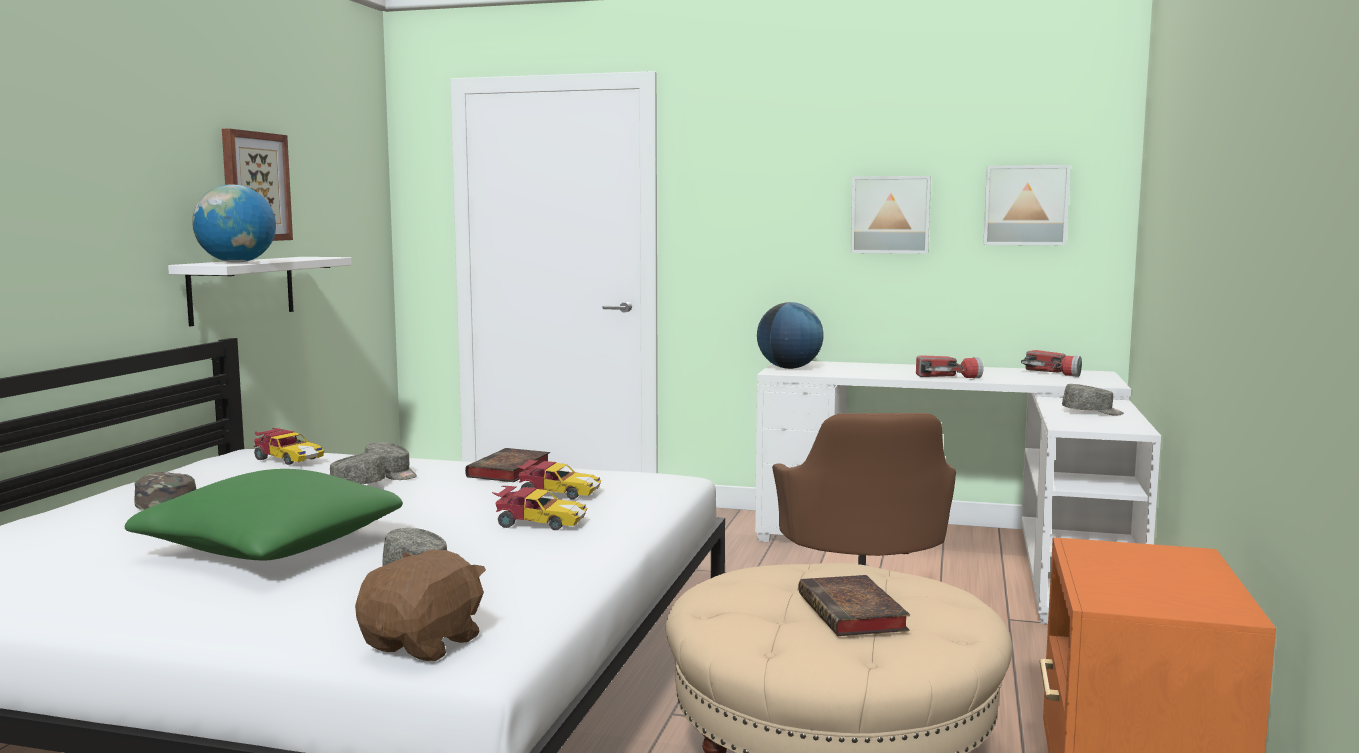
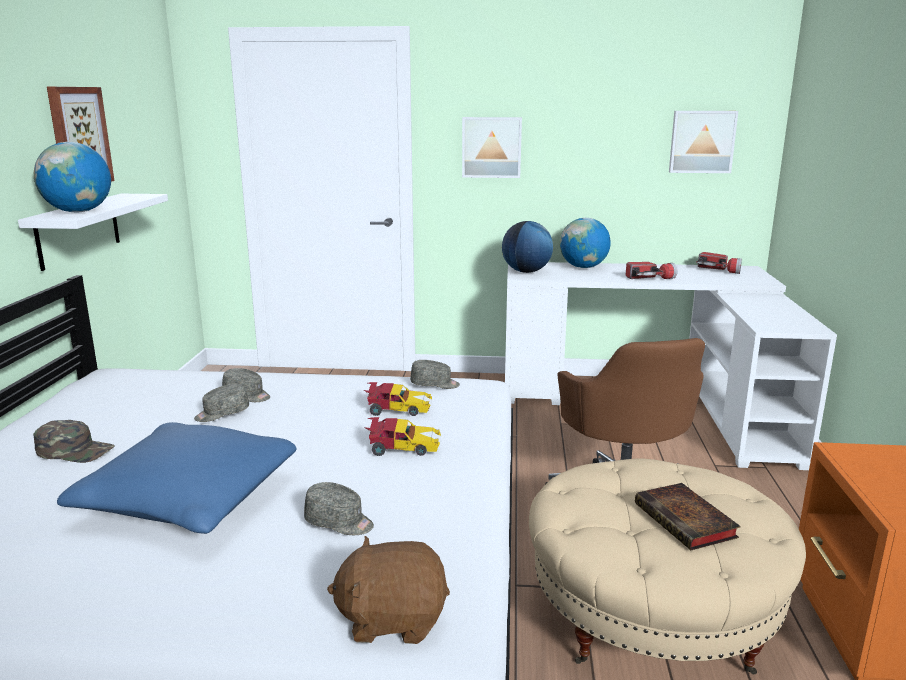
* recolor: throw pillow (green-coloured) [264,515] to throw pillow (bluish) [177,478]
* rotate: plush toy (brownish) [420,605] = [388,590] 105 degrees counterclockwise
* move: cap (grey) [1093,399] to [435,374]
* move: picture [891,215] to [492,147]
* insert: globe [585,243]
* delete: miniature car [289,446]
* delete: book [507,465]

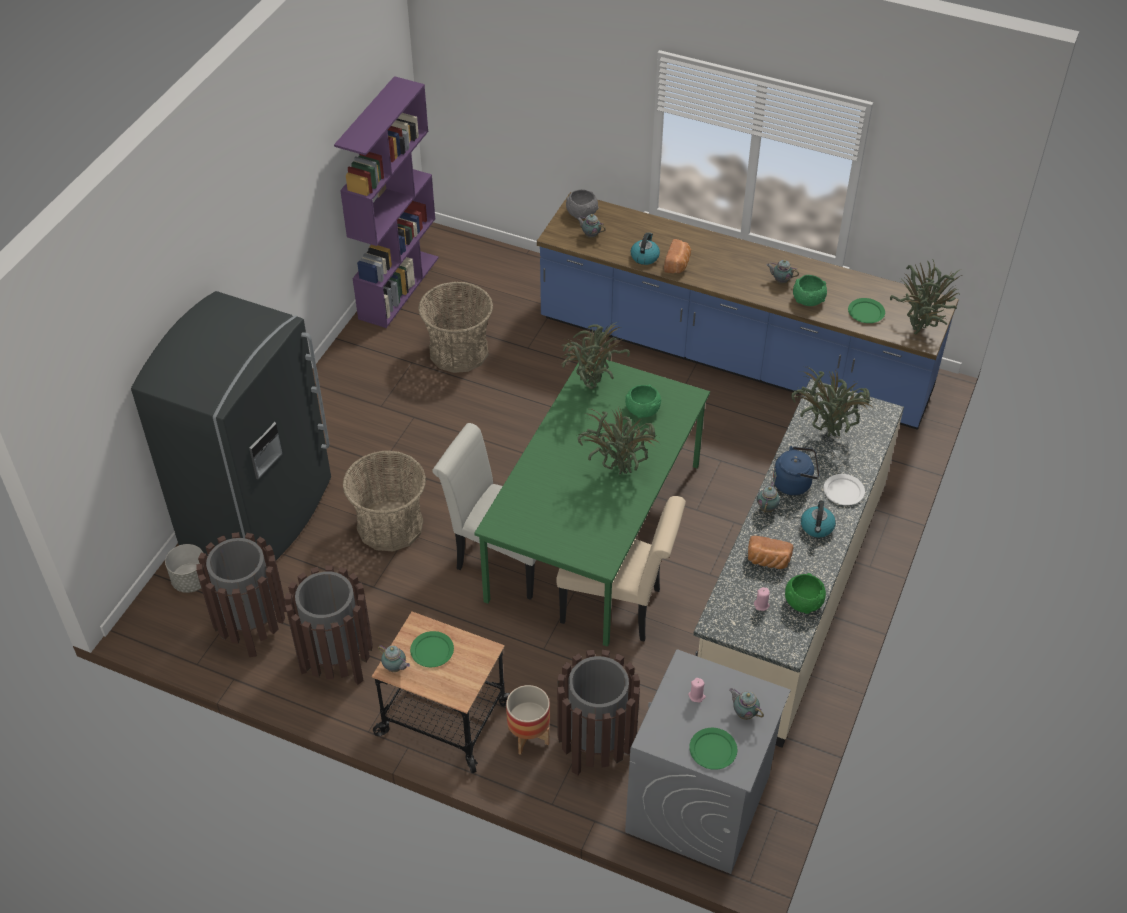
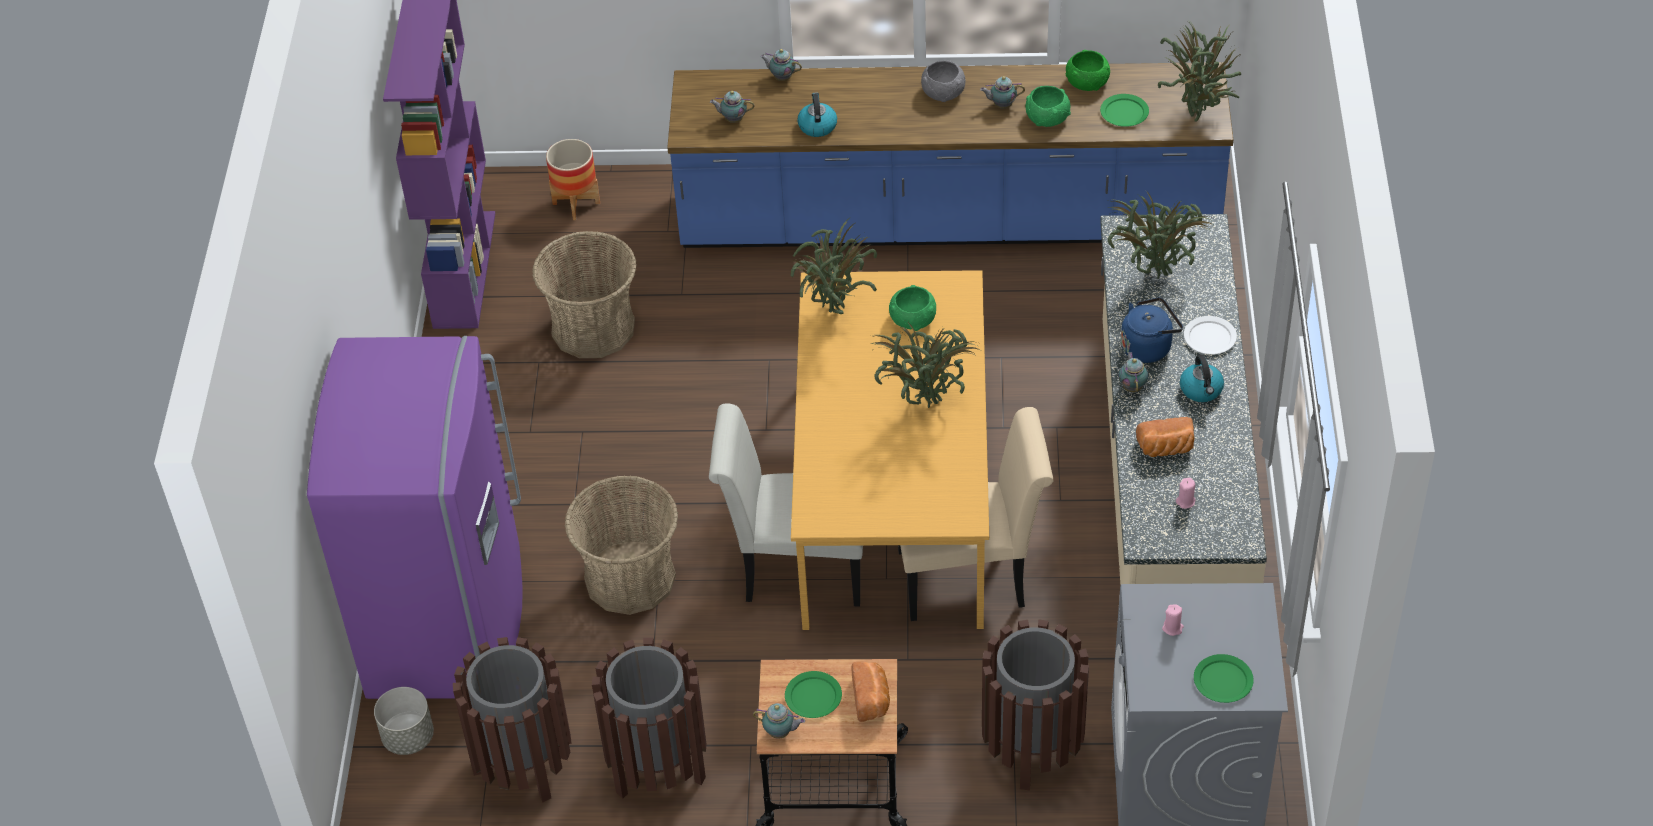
* recolor: refrigerator (grey) [231,425] to refrigerator (purple-coloured) [414,517]
* move: flower pot [528,720] to [573,179]
* move: teapot [746,704] to [781,65]
* recolor: dining table (green-coloured) [592,500] to dining table (orange-coloured) [890,450]
* move: bread [677,256] to [871,692]
* move: bowl (grey) [582,204] to [943,81]
* move: bowl (green-coloured) [805,593] to [1088,70]

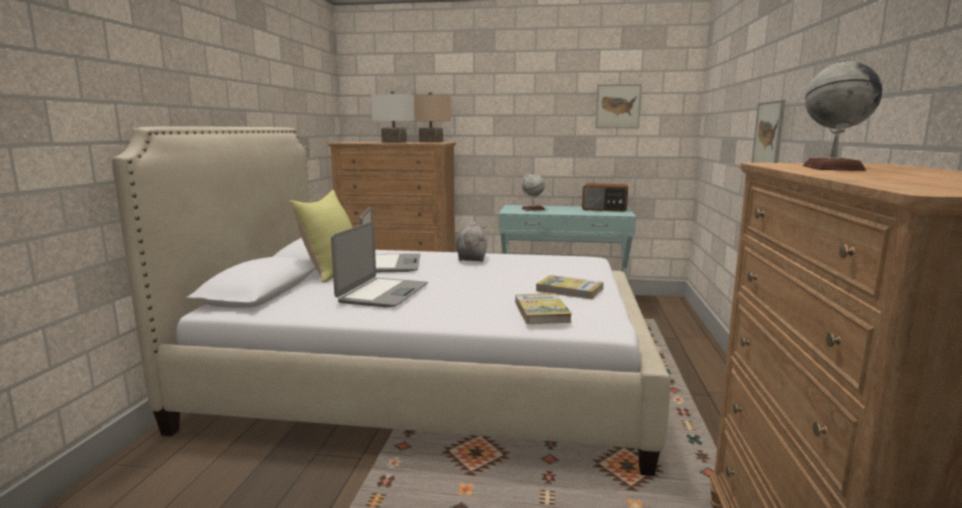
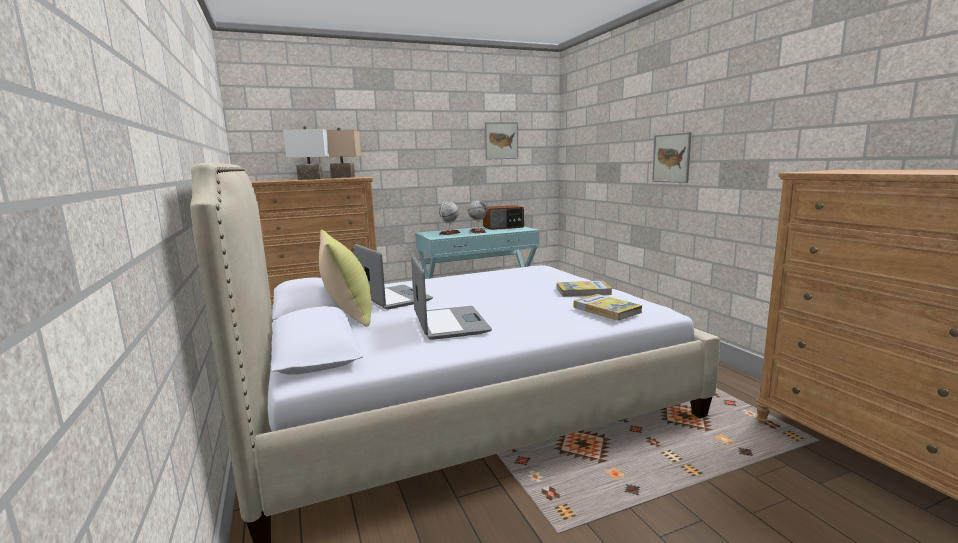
* move: globe [843,115] to [477,216]
* delete: plush toy (grey) [471,242]

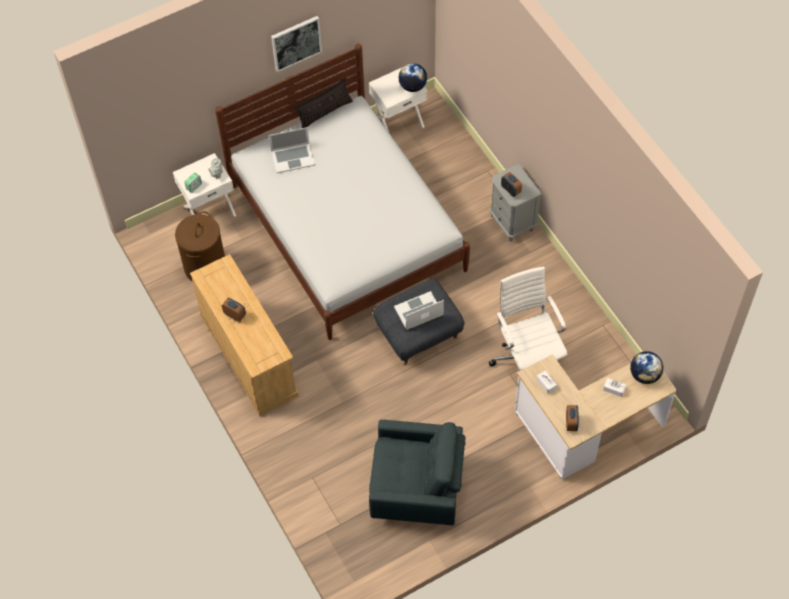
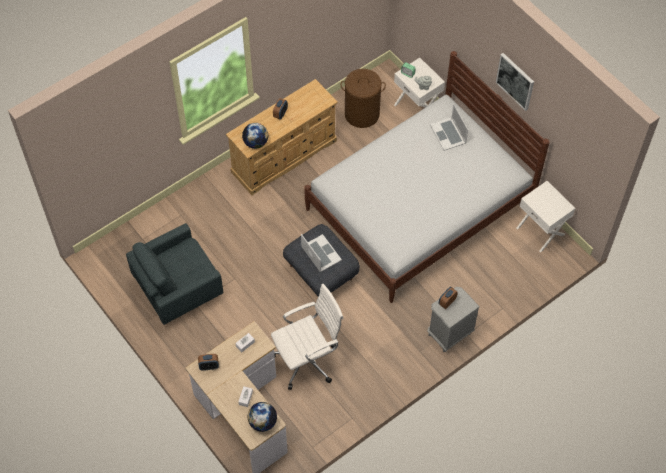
* rotate: lounge chair (grey) [417,472] = [174,274] 60 degrees clockwise
* move: globe [413,77] to [255,136]
* delete: throw pillow [323,102]

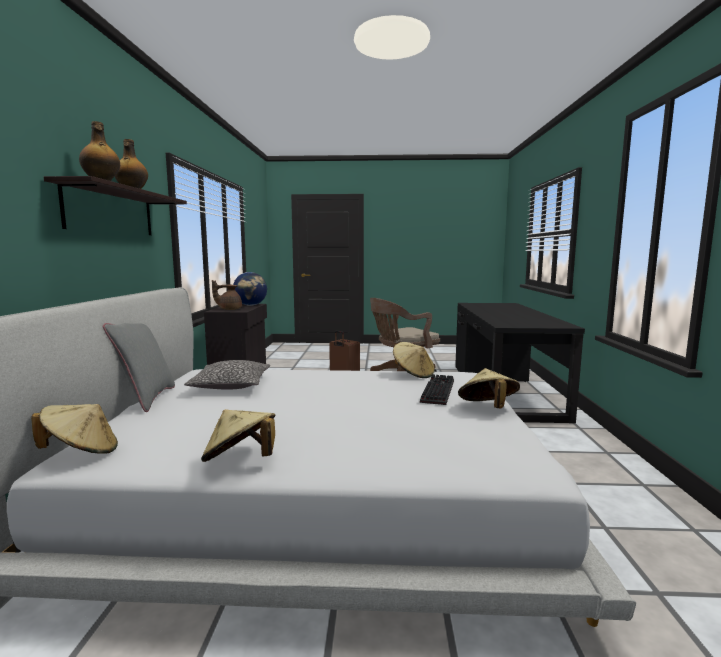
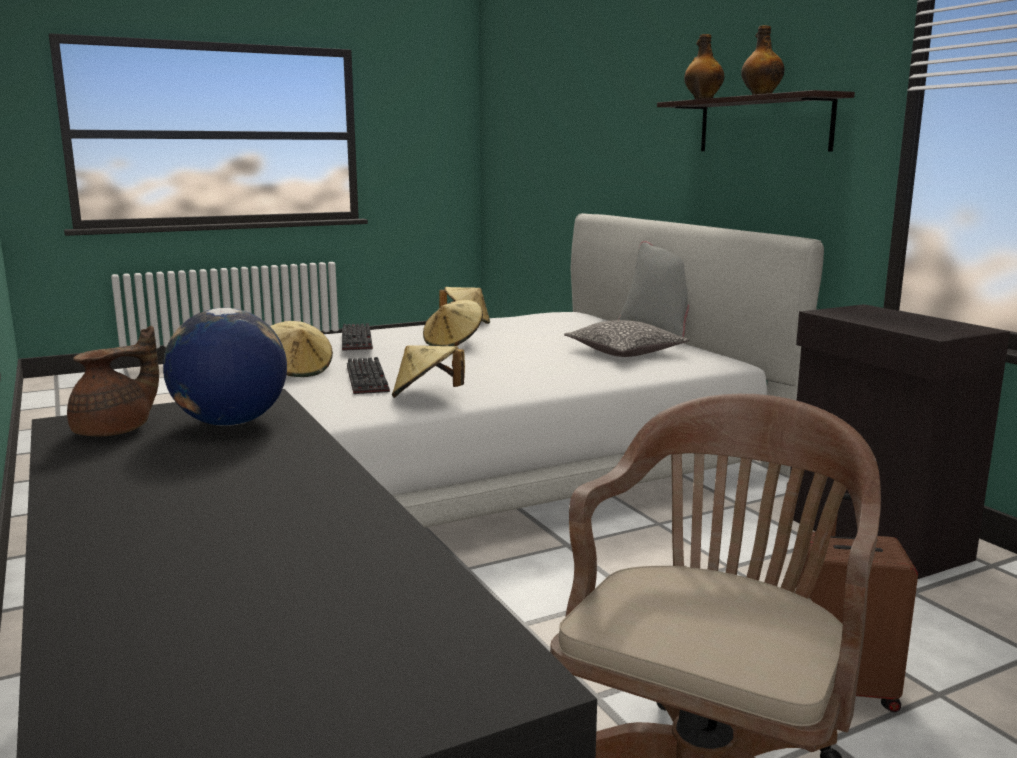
* move: teapot (brownish) [227,295] to [113,381]
* move: globe [250,289] to [225,367]
* insert: PC keyboard [357,337]
* move: clothing hat (sand-coloured) [74,429] to [453,323]

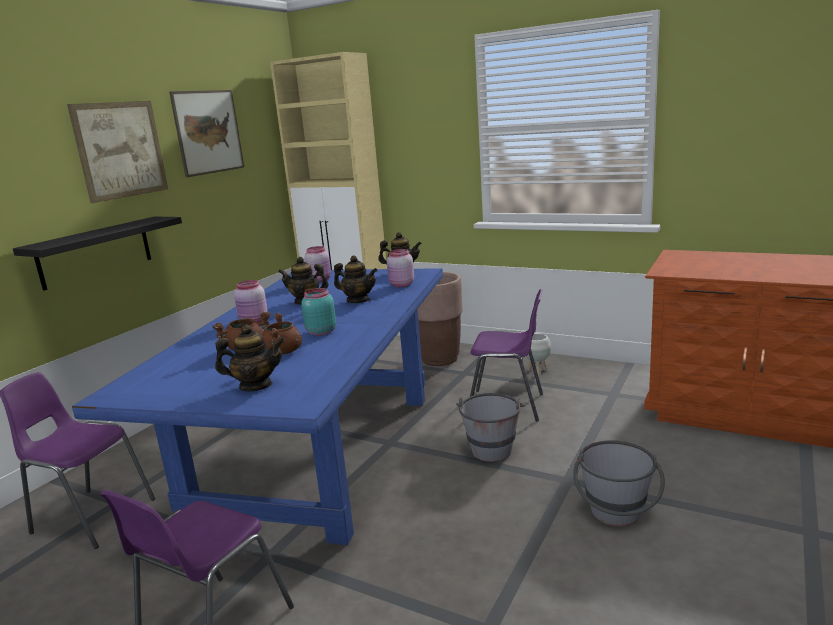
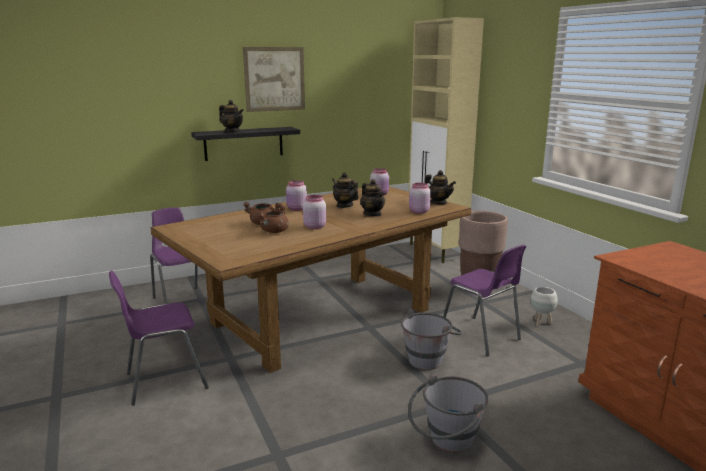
* recolor: dining table (bluish) [257,406] to dining table (brownish) [311,280]
* move: teapot [250,358] to [231,116]
* recolor: storage jar (turquoise-coloured) [318,312] to storage jar (pinkish) [314,212]
* delete: picture [206,133]

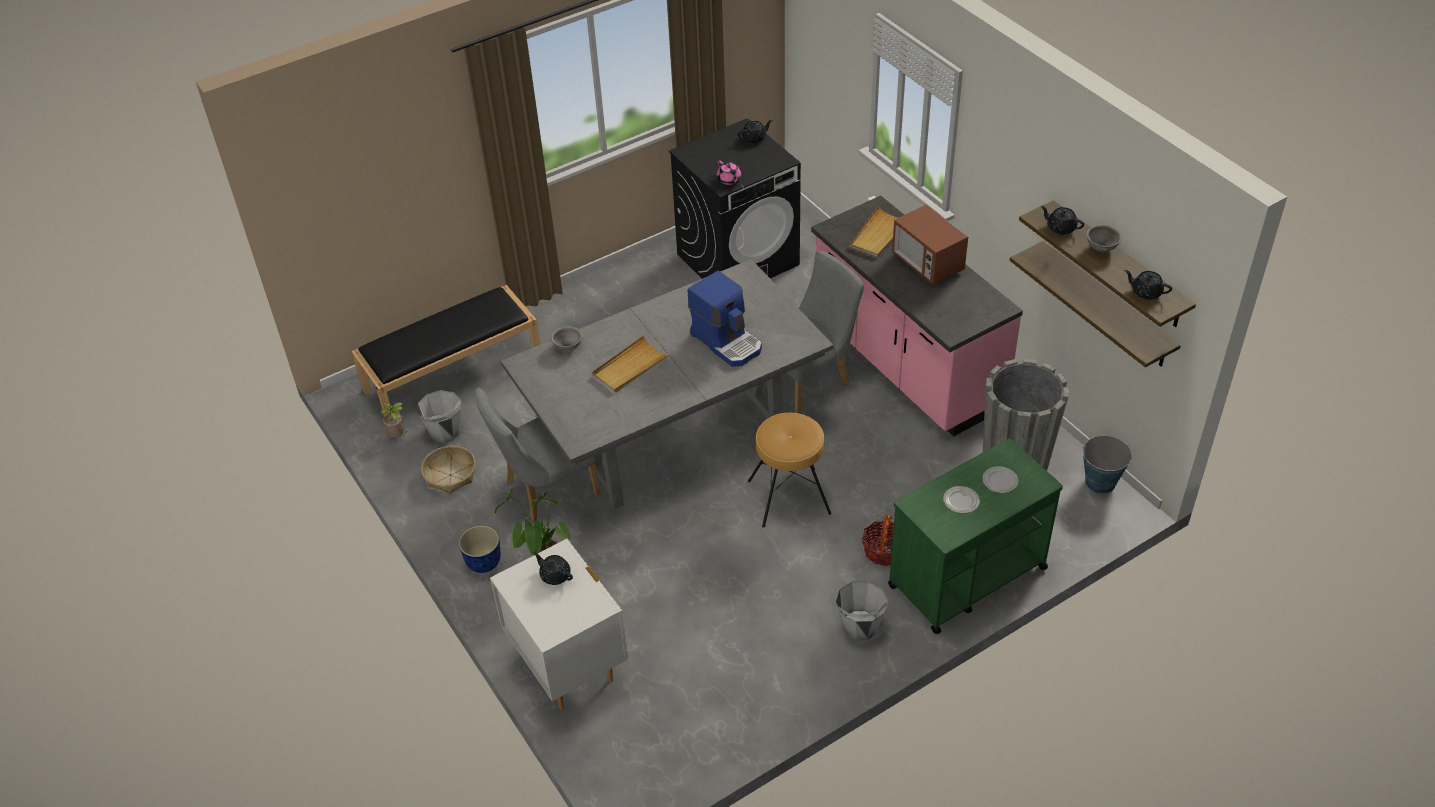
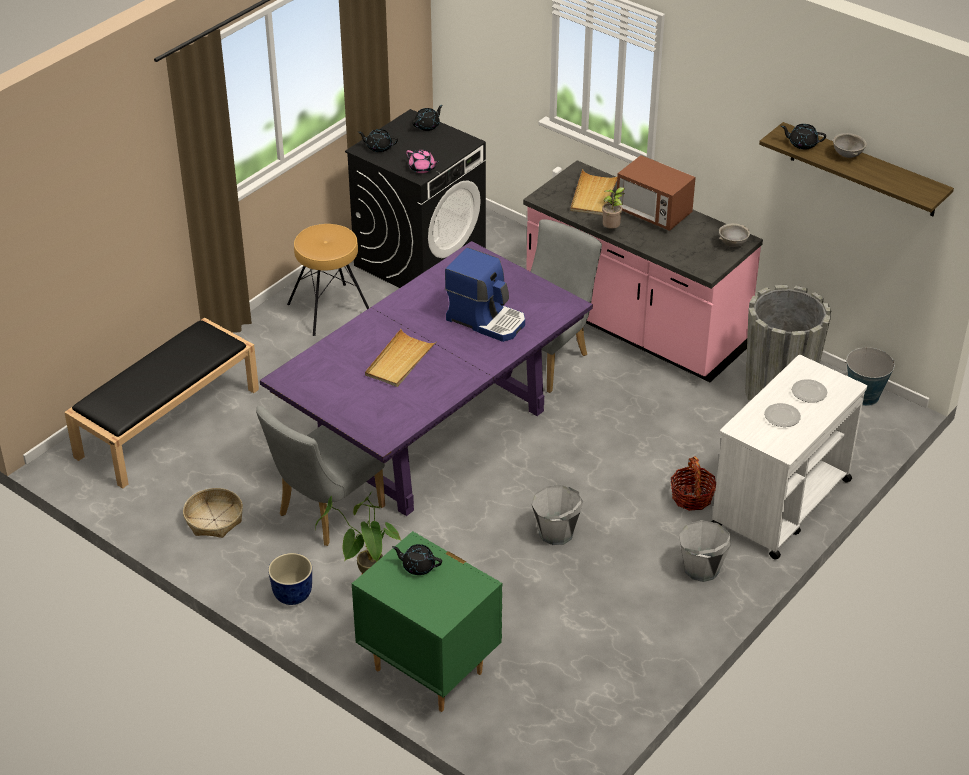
* recolor: dining table (grey) [667,384] to dining table (purple-coloured) [426,378]
* move: sitting stool (brownish) [789,470] to [328,280]
* recolor: bedside table (whitish) [559,624] to bedside table (green-coloured) [427,621]
* move: teapot (black-coloured) [1148,285] to [378,140]
* move: pail (grey) [439,416] to [557,515]
* move: houseplant [395,419] to [613,208]
* recolor: trolley (green-coloured) [975,536] to trolley (whitish) [789,457]
* move: bowl (grey) [566,338] to [734,235]
* delete: bracket shelf [1095,304]

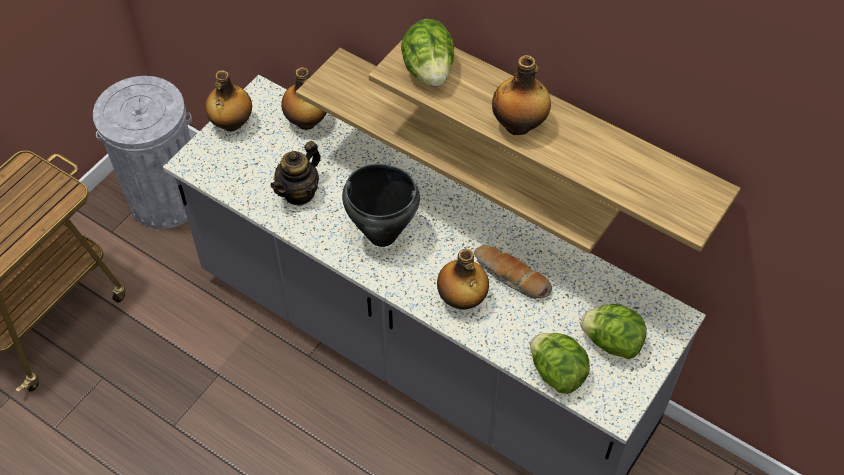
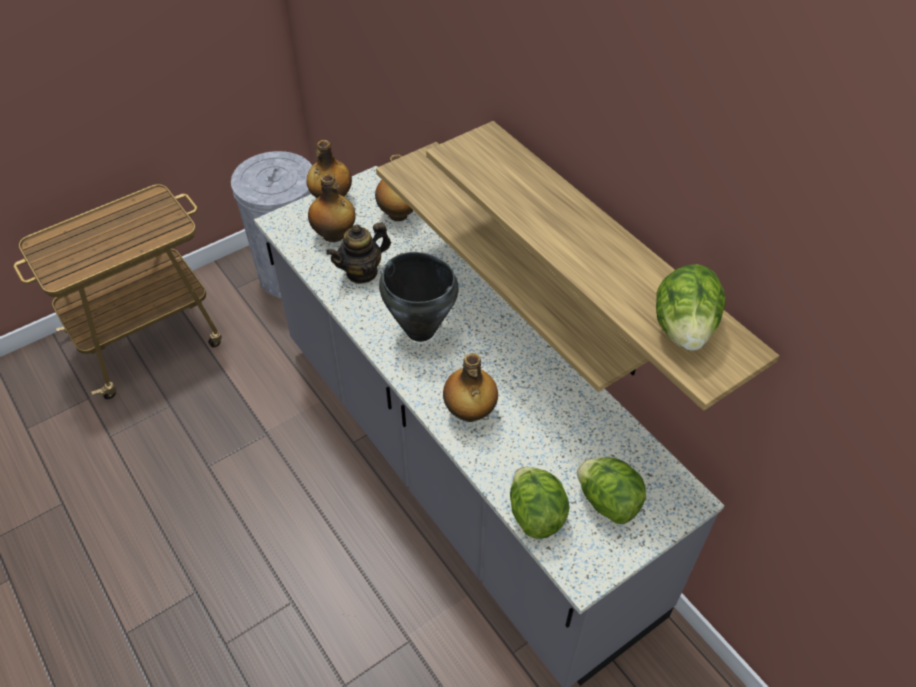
* move: beverage bottle [521,95] to [332,208]
* move: lettuce head [427,52] to [690,307]
* delete: bread [513,272]

